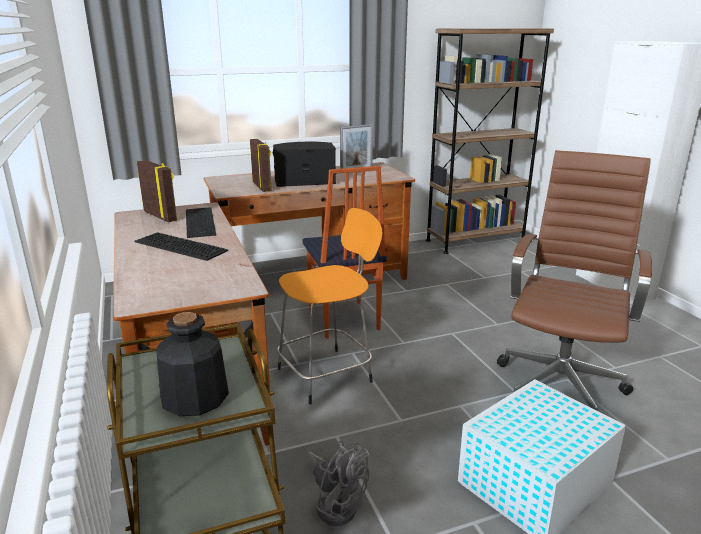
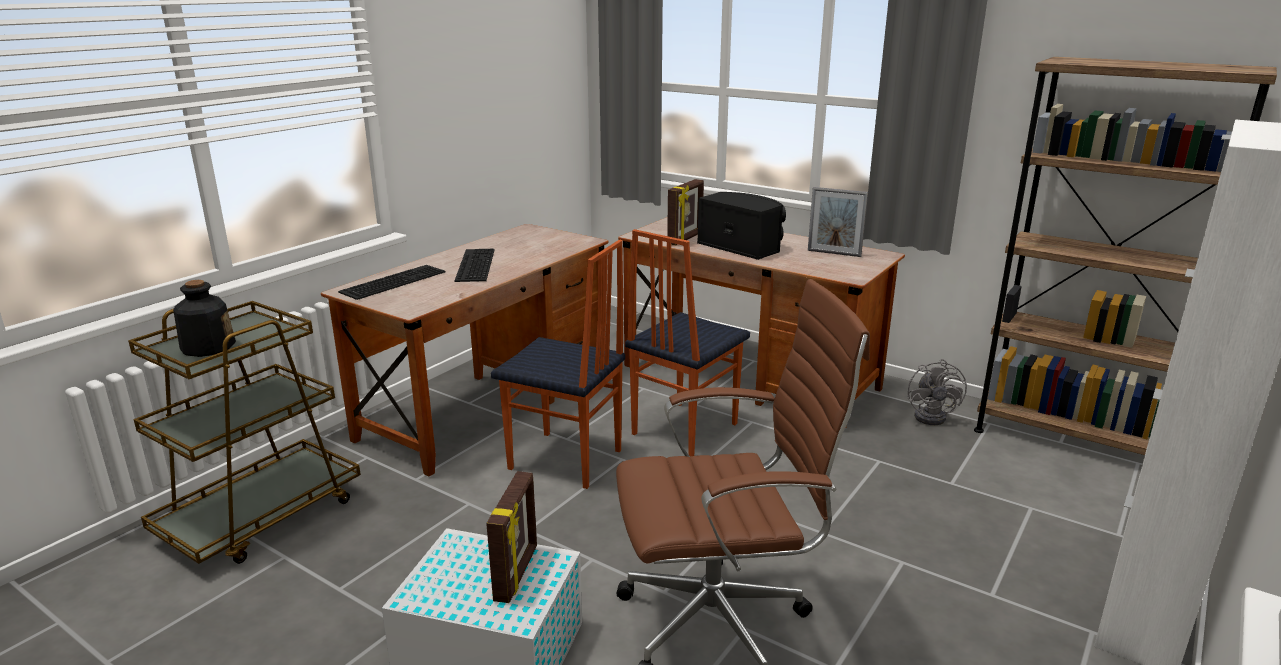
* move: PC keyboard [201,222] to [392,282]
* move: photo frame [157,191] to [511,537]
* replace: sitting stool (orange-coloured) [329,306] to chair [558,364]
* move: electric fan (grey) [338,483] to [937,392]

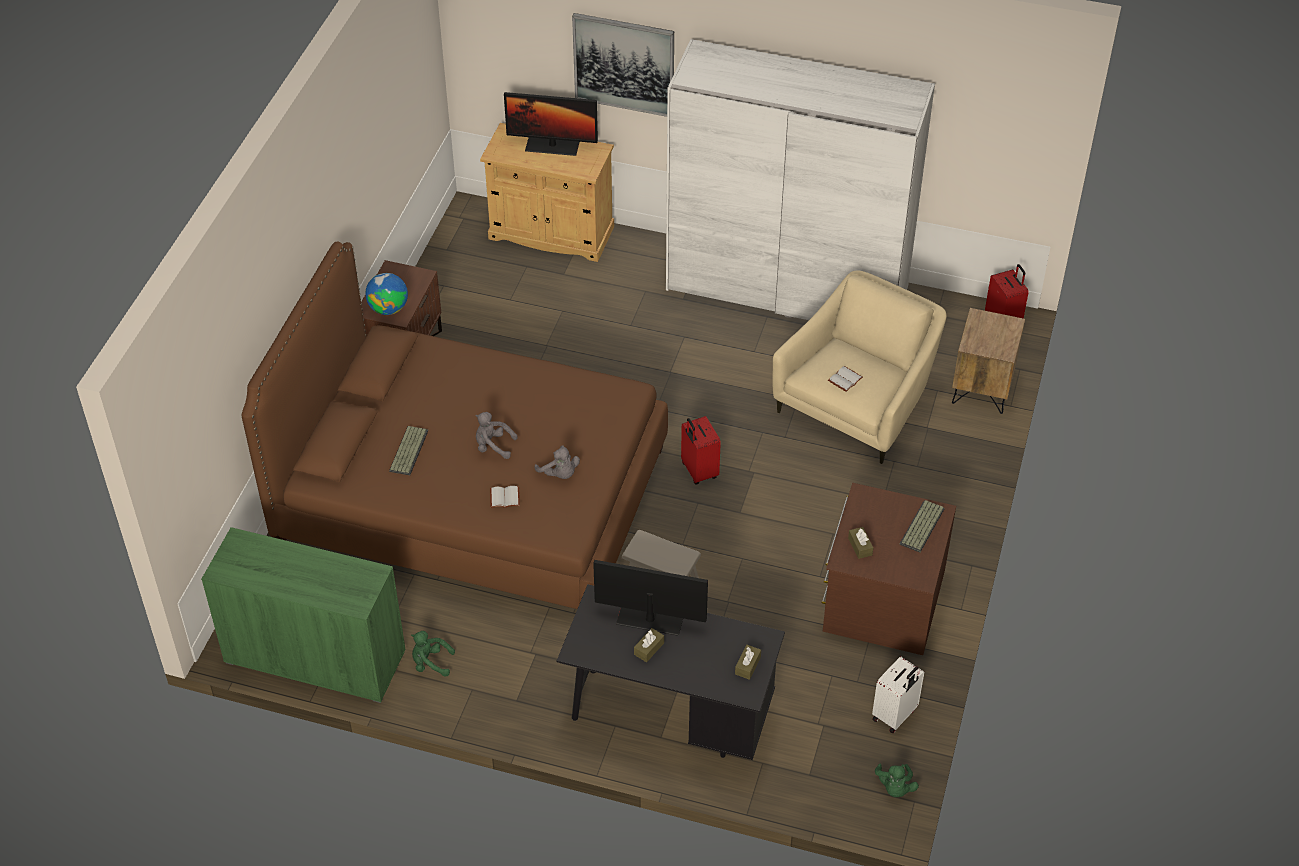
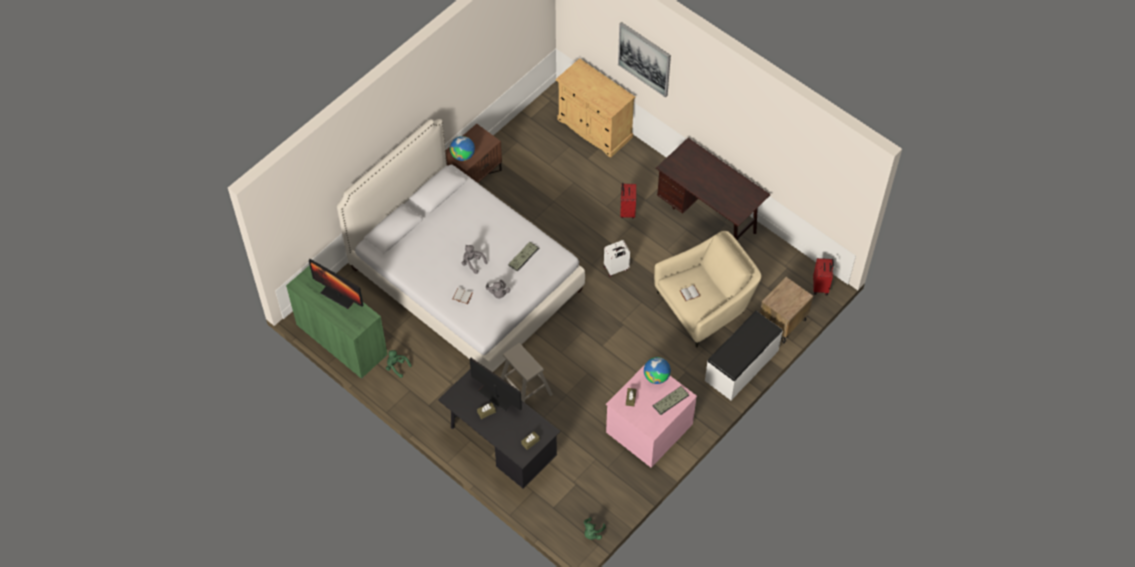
* move: monitor [551,124] to [336,284]
* recolor: bed (brownish) [455,425] to bed (whitish) [461,246]
* move: PC keyboard [408,450] to [523,257]
* move: piece of luggage (whitish) [898,695] to [617,258]
* recolor: drawer chest (brownish) [888,569] to drawer chest (pinkish) [651,416]
* move: piece of luggage (red) [701,450] to [628,200]
* insert: globe [657,370]
* replace: wardrobe (whitish) [800,179] to desk (brownish) [713,189]
* insert: bench (whitish) [744,355]

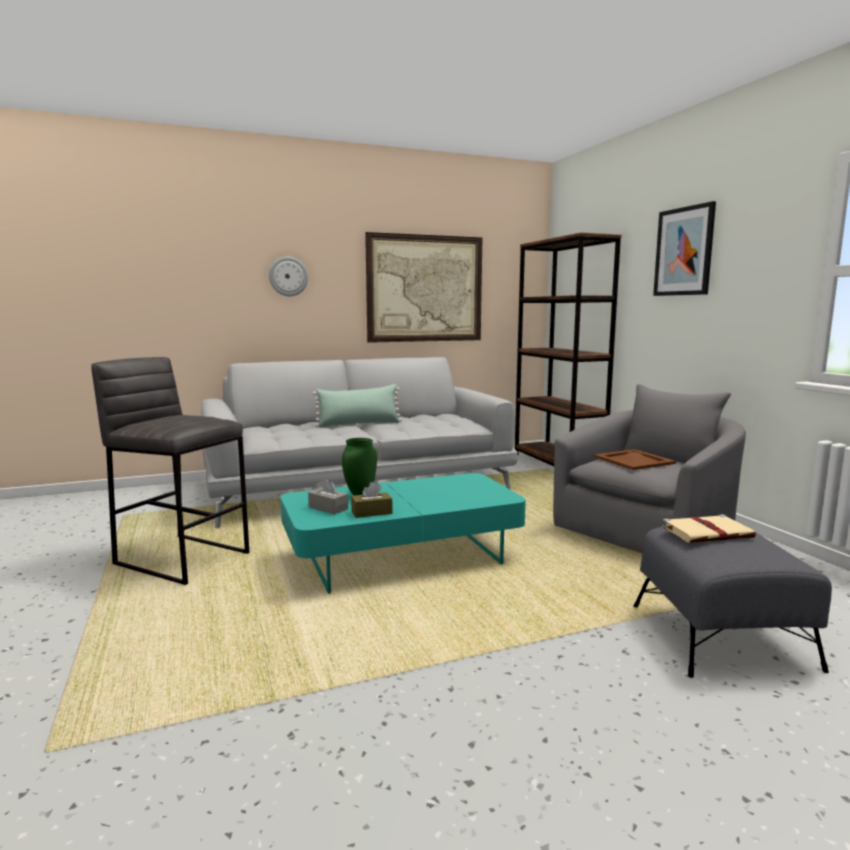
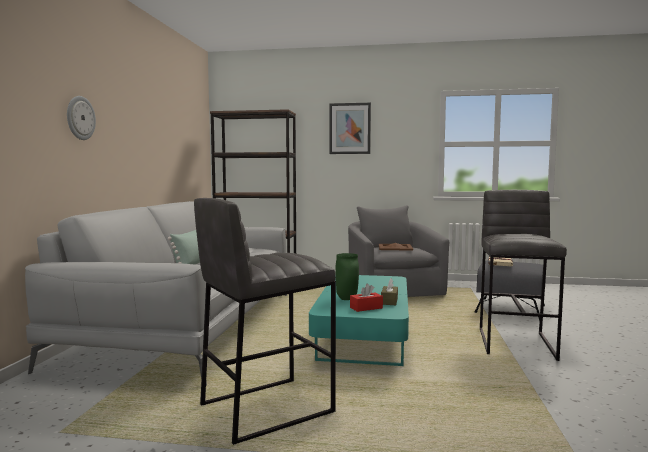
* recolor: box of tissues (grey) [328,496] to box of tissues (red) [366,298]
* insert: sitting stool (grey) [523,275]
* delete: picture [423,287]

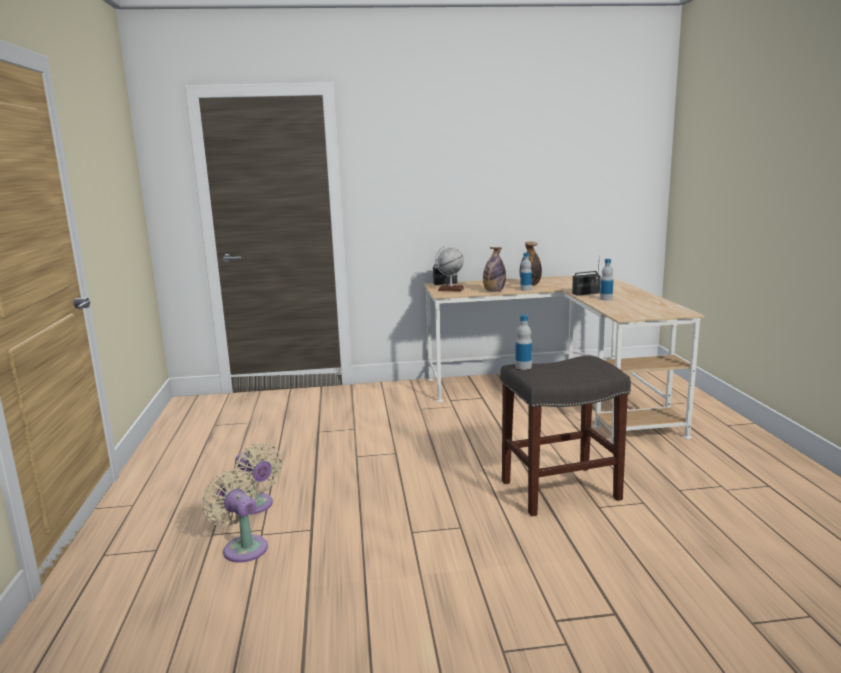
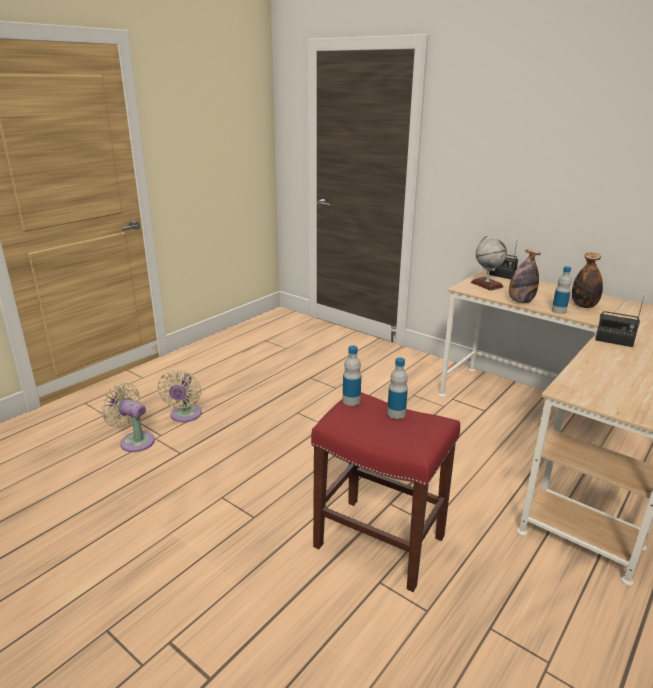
* rotate: electric fan (sand-coloured) [235,516] = [128,417] 60 degrees counterclockwise
* recolor: sitting stool (grey) [565,435] to sitting stool (red) [385,492]
* move: beverage bottle [606,279] to [397,388]

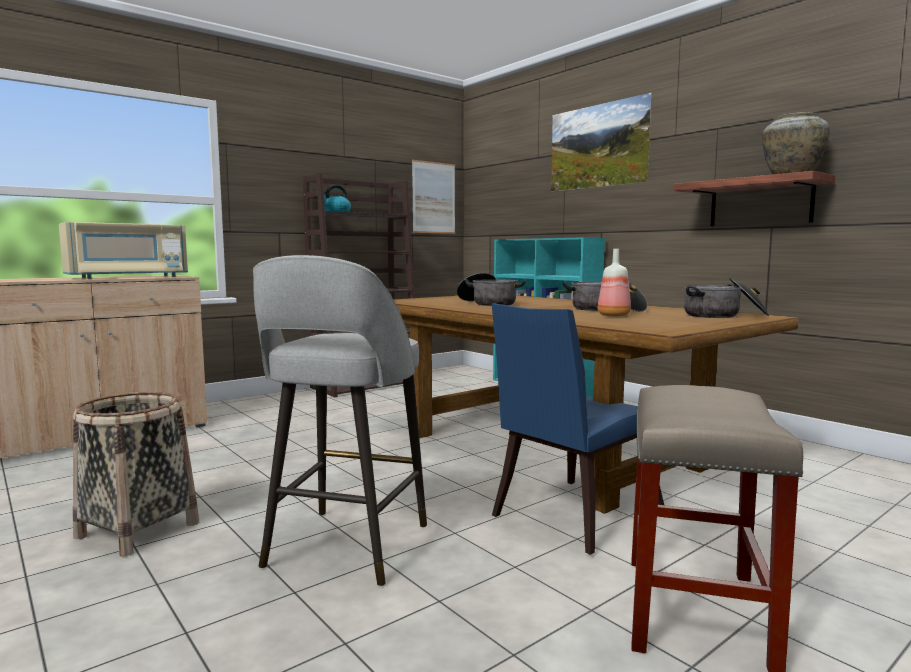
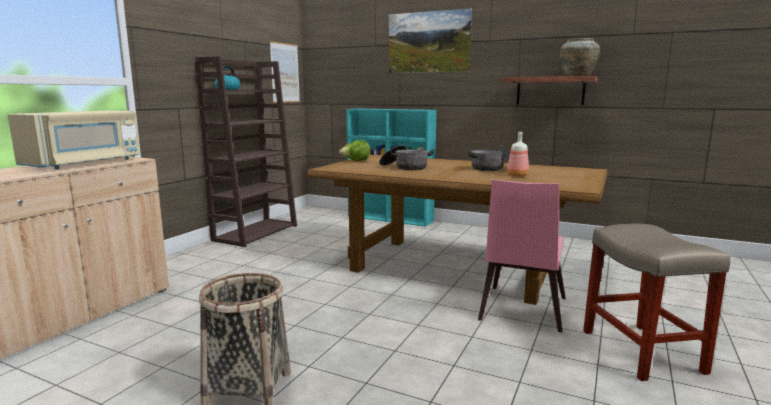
* insert: lettuce head [354,150]
* recolor: chair (bluish) [578,429] to chair (pinkish) [522,255]
* delete: sitting stool (grey) [340,420]
* delete: saucepot [726,298]

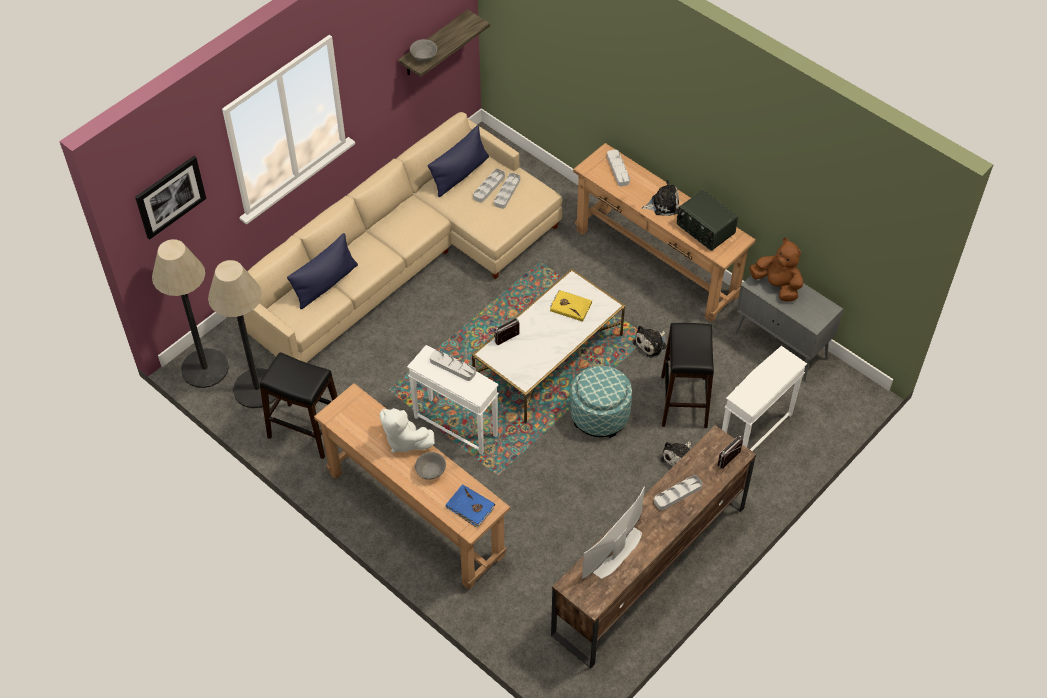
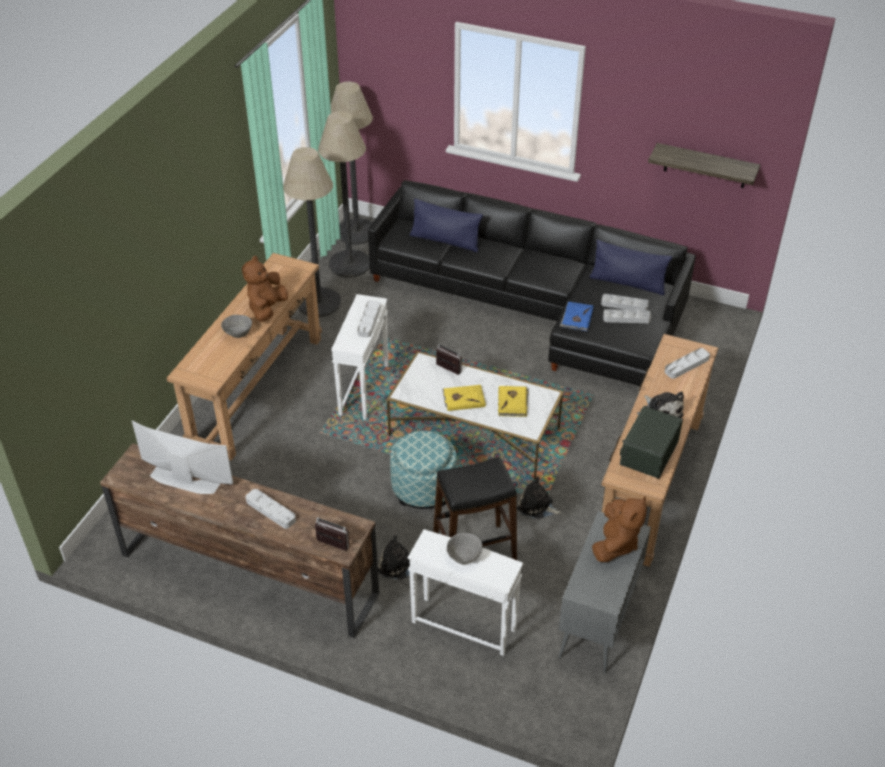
* recolor: plush toy (whitish) [407,430] to plush toy (brownish) [265,289]
* replace: sitting stool (black-coloured) [298,405] to floor lamp [312,232]
* recolor: settee (sand-coloured) [399,237] to settee (black-coloured) [532,283]
* insert: book (yellow-coloured) [464,398]
* move: bowl (grey) [423,50] to [465,548]
* move: book (bluish) [470,506] to [577,316]
* delete: picture [170,198]

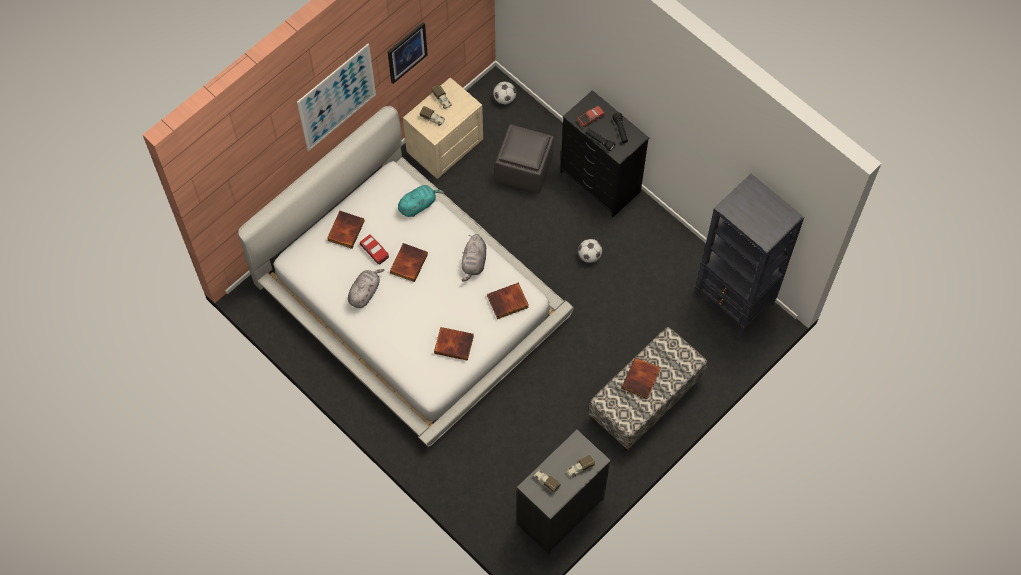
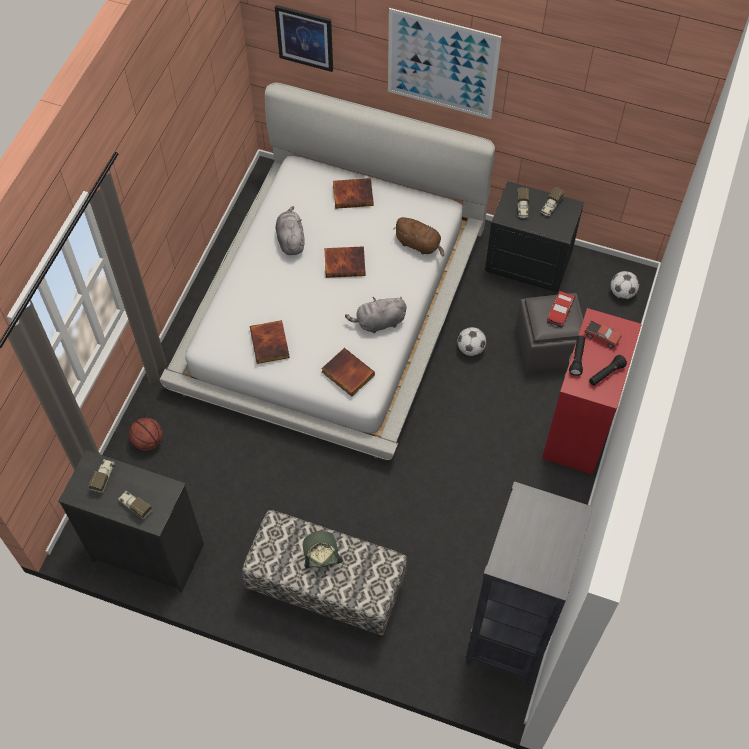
* insert: basketball ball [146,434]
* move: picture [408,53] to [304,38]
* rotate: plush toy (grey) [366,288] = [290,230] 105 degrees counterclockwise
* replace: book [641,378] to cap [323,549]
* recolor: plush toy (turquoise-coloured) [421,201] to plush toy (brownish) [419,236]
* move: football [590,251] to [471,341]
* recolor: bedside table (sand-coloured) [443,128] to bedside table (black-coloured) [534,236]
* recolor: drawer chest (black-coloured) [604,153] to drawer chest (red) [592,391]
* move: miniature car [374,249] to [561,309]

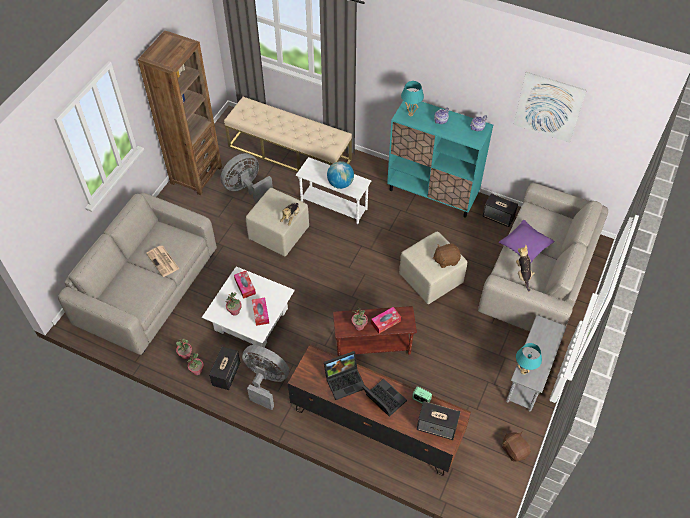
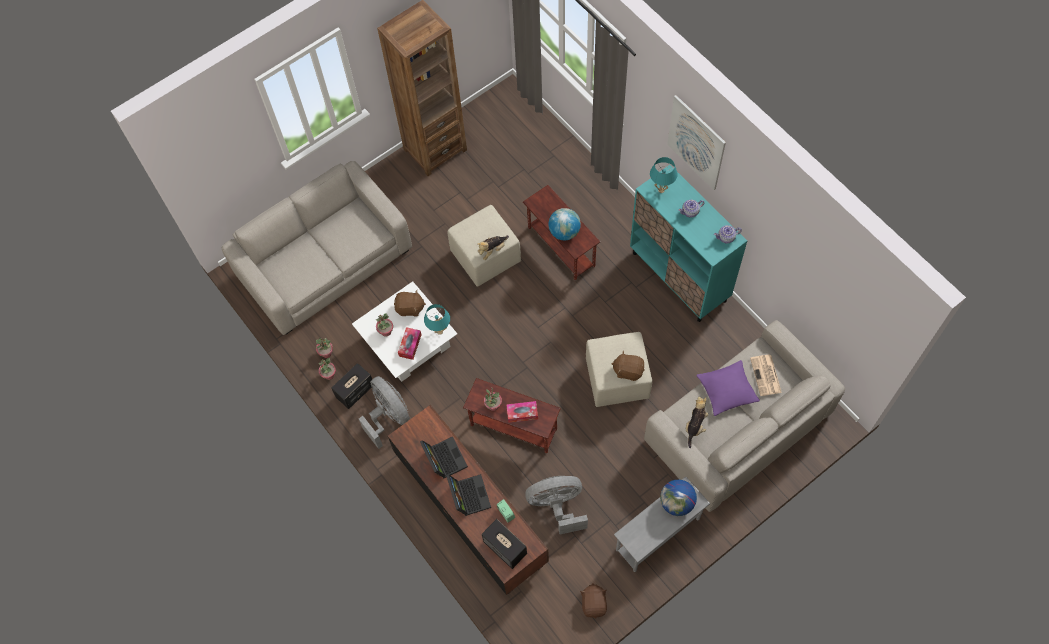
* replace: box of tissues [245,285] to plush toy (brownish) [410,303]
* rotate: portable computer [344,375] = [444,457] 120 degrees counterclockwise
* move: lamp for a table (turquoise-coloured) [529,359] to [437,319]
* recolor: side table (whitish) [333,190] to side table (brownish) [561,232]
* move: electric fan (grey) [246,178] to [556,505]
* insert: globe [678,498]
* move: picture [550,107] to [696,142]
* move: daily paper [162,261] to [766,375]
* delete: bench (sand-coloured) [288,134]
* delete: speaker [500,210]

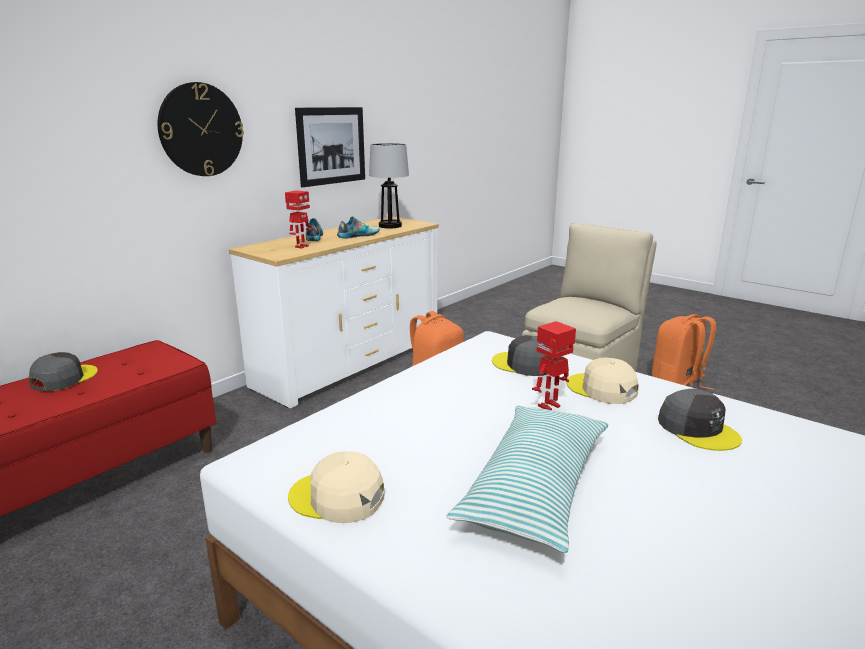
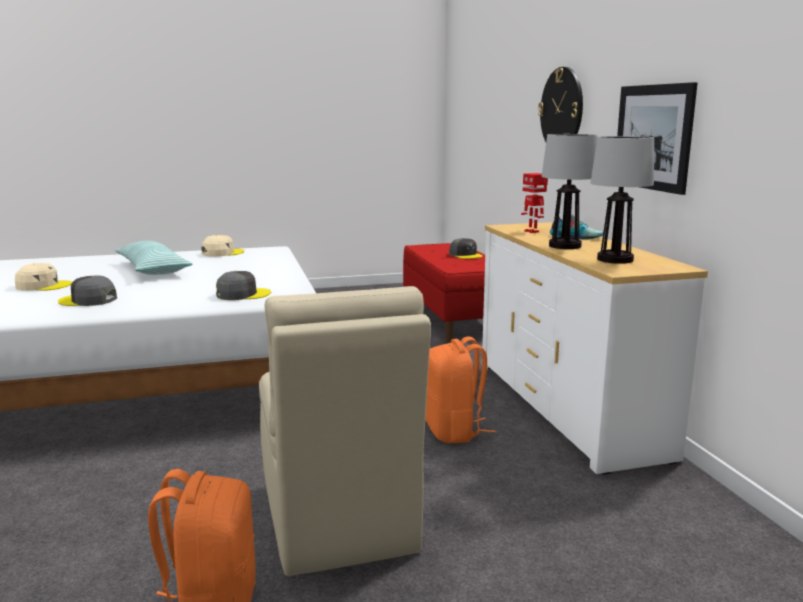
* move: cap (sand-coloured) [602,380] to [43,277]
* replace: shoe [358,227] to lamp for a table [570,191]
* delete: toy robot [554,365]

